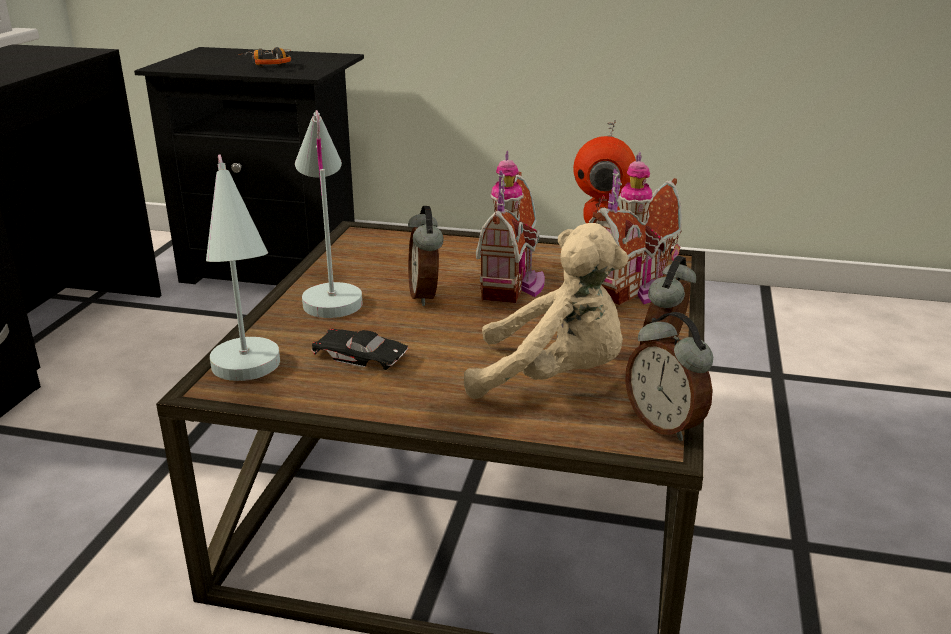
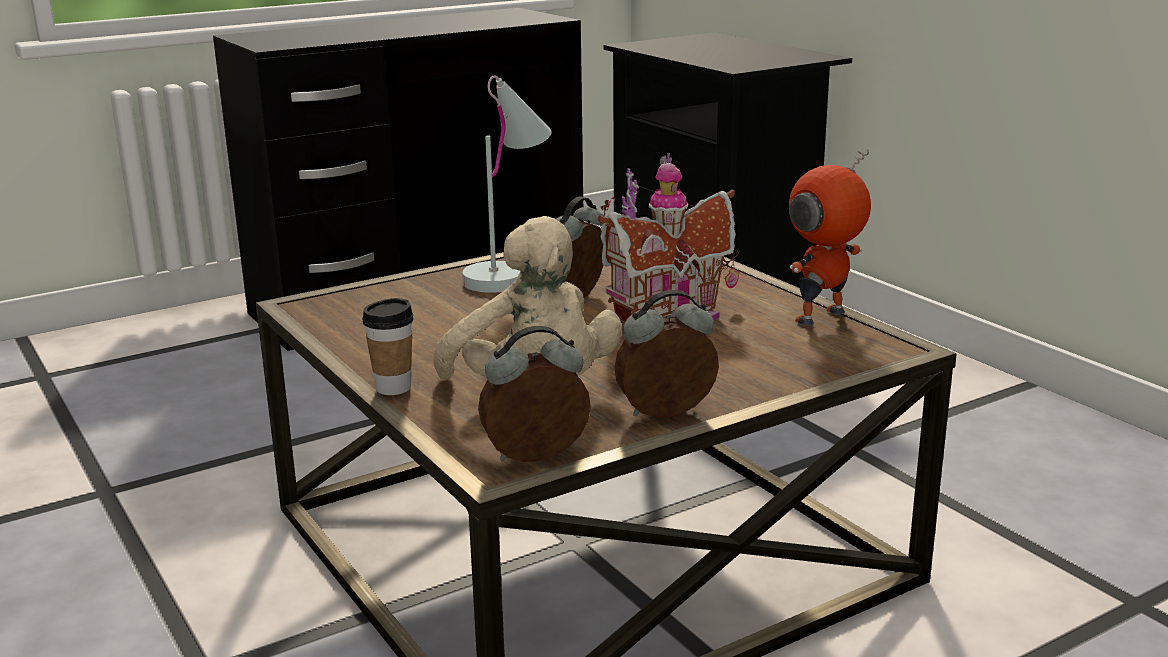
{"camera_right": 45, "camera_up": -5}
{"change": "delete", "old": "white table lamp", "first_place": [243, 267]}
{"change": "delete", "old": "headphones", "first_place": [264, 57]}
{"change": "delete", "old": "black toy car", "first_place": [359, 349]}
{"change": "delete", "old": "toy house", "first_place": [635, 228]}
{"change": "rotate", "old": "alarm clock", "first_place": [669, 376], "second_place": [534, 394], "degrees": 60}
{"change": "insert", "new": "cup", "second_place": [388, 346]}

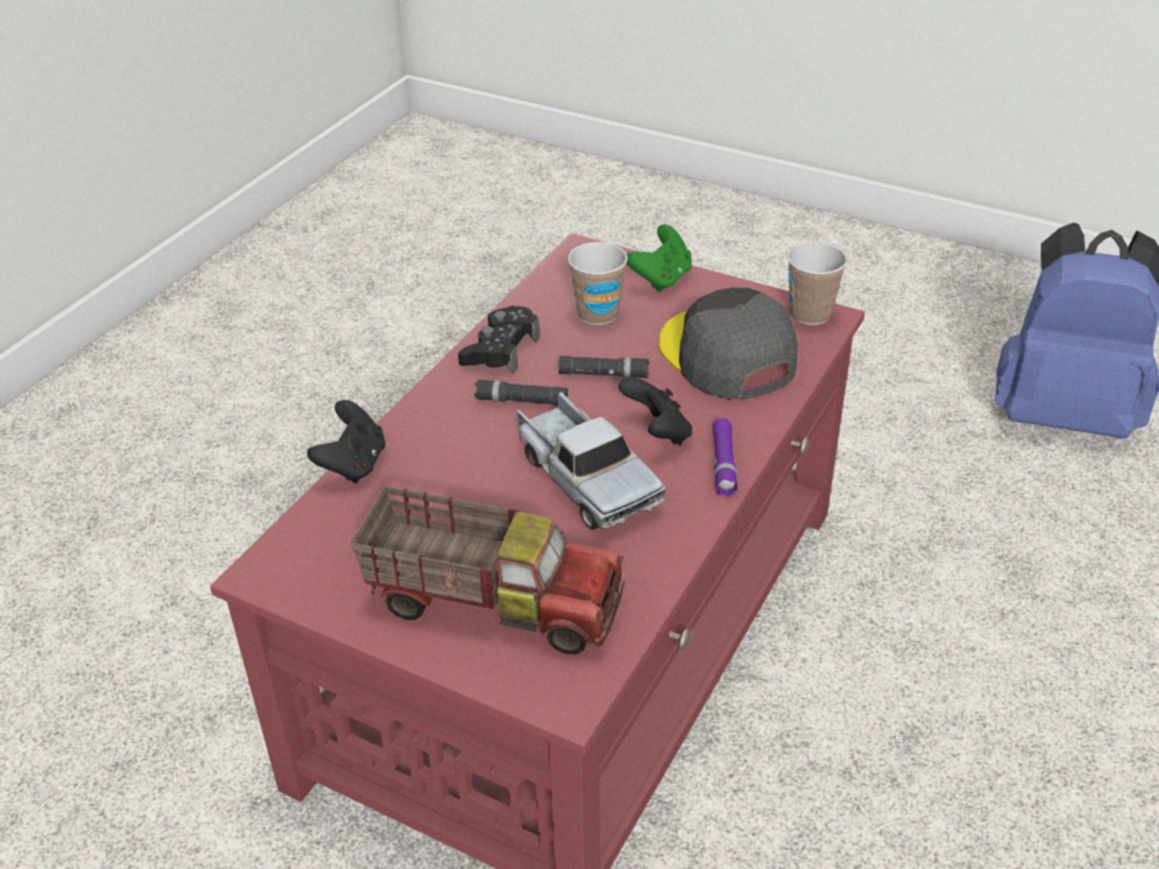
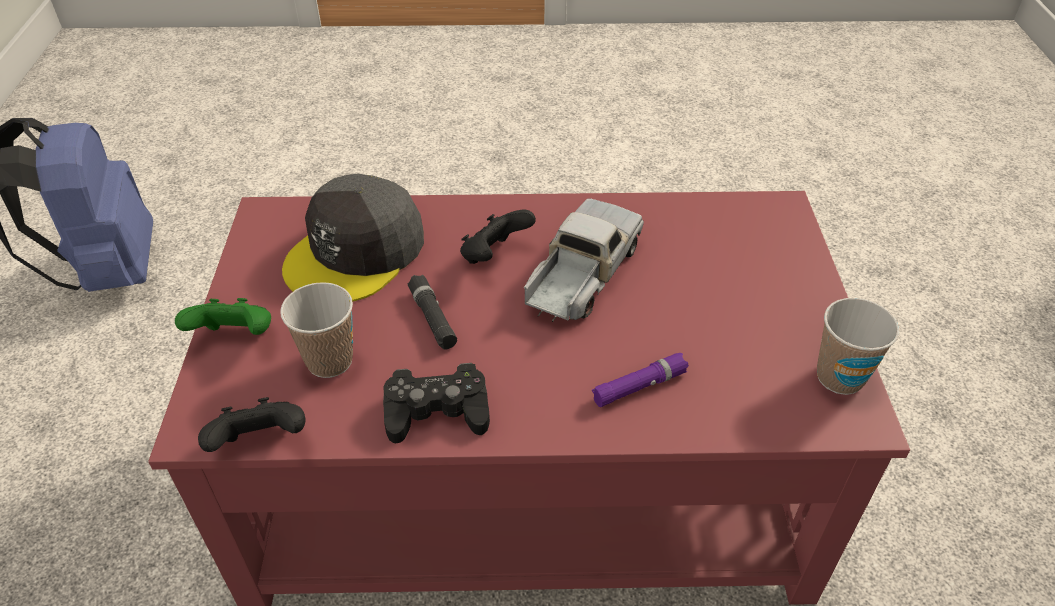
{"camera_right": -120, "camera_up": 5}
{"change": "move", "old": "black game controller", "first_place": [346, 441], "second_place": [252, 424]}
{"change": "delete", "old": "toy truck", "first_place": [487, 570]}
{"change": "delete", "old": "black flashlight", "first_place": [521, 392]}
{"change": "move", "old": "purple flashlight", "first_place": [725, 457], "second_place": [640, 380]}
{"change": "move", "old": "cup", "first_place": [817, 283], "second_place": [858, 346]}

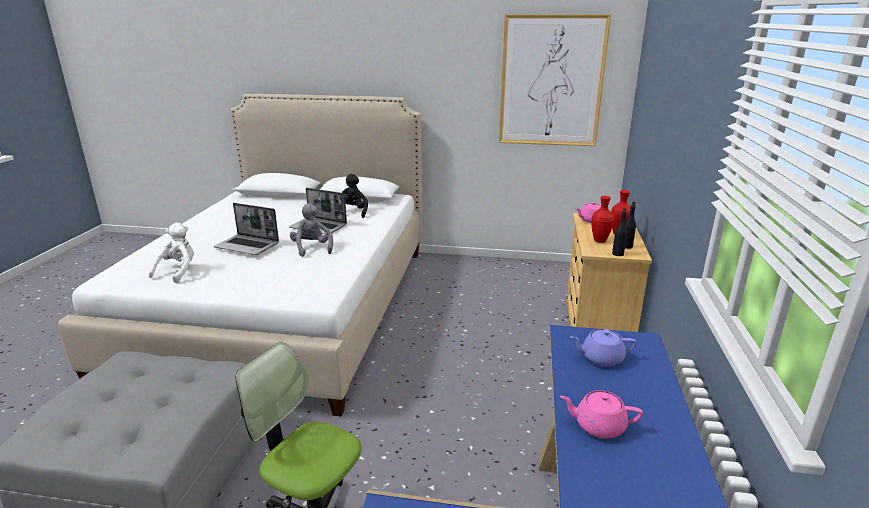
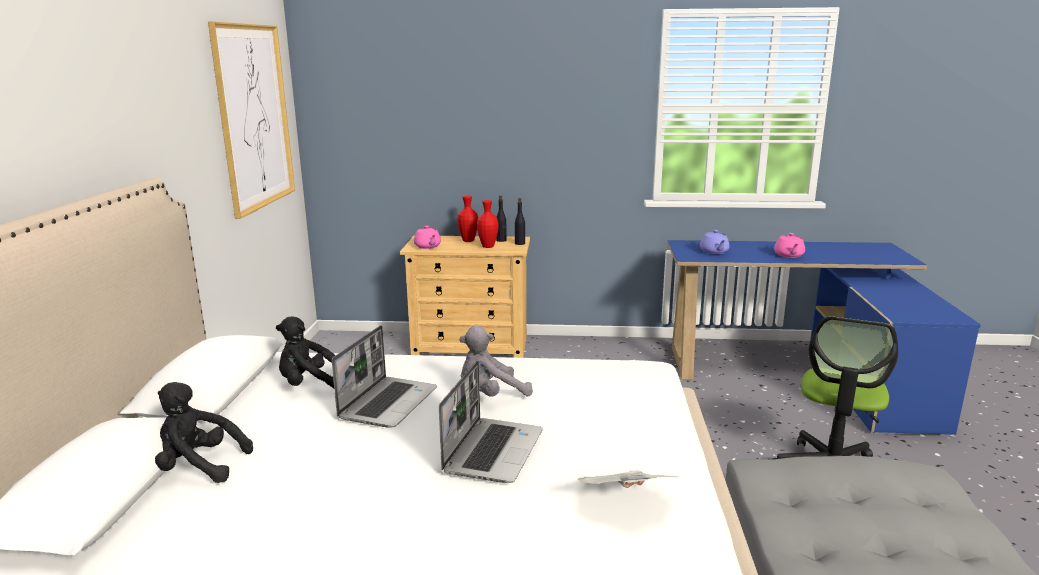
{"camera_right": -95, "camera_up": -5}
{"change": "replace", "old": "white plush toy", "new": "newspaper", "first_place": [171, 253], "second_place": [627, 479]}
{"change": "insert", "new": "black plush toy", "second_place": [204, 432]}

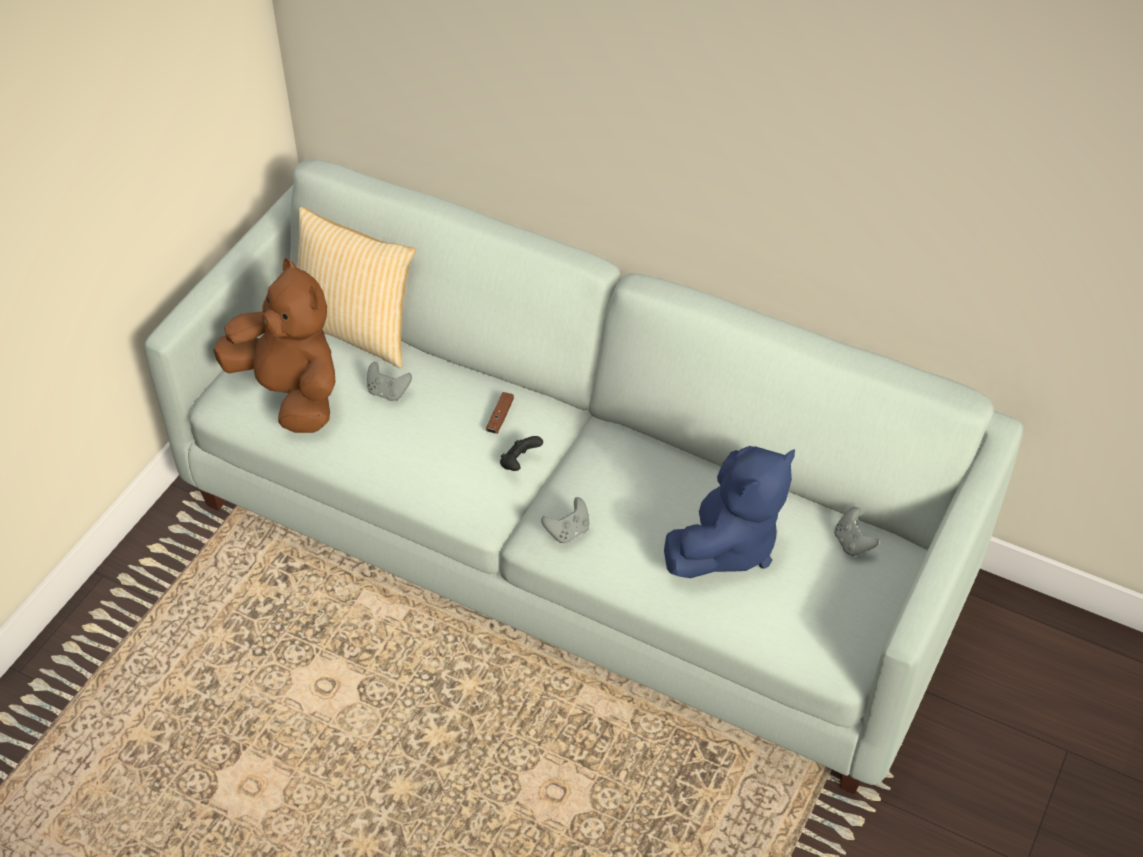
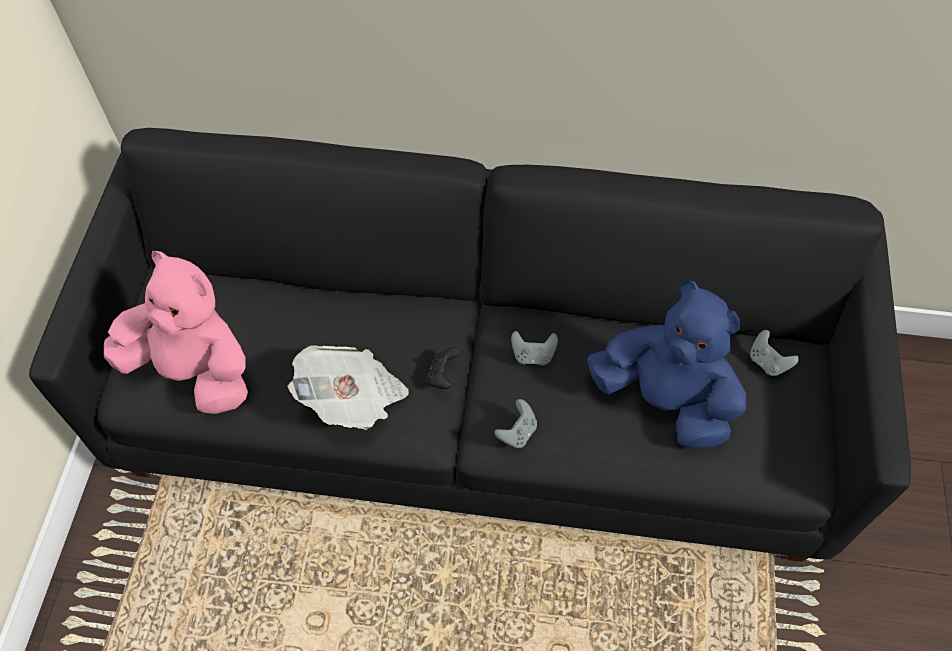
{"camera_right": -20, "camera_up": 10}
{"change": "recolor", "old": "white sofa", "new": "black sofa", "first_place": [583, 477], "second_place": [470, 345]}
{"change": "recolor", "old": "brown plush toy", "new": "pink plush toy", "first_place": [274, 346], "second_place": [176, 332]}
{"change": "delete", "old": "pillow", "first_place": [356, 287]}
{"change": "move", "old": "grey game controller", "first_place": [389, 381], "second_place": [534, 348]}
{"change": "delete", "old": "brown game controller", "first_place": [500, 413]}
{"change": "rotate", "old": "blue plush toy", "first_place": [729, 512], "second_place": [666, 364], "degrees": -75}
{"change": "insert", "new": "newspaper", "second_place": [348, 387]}

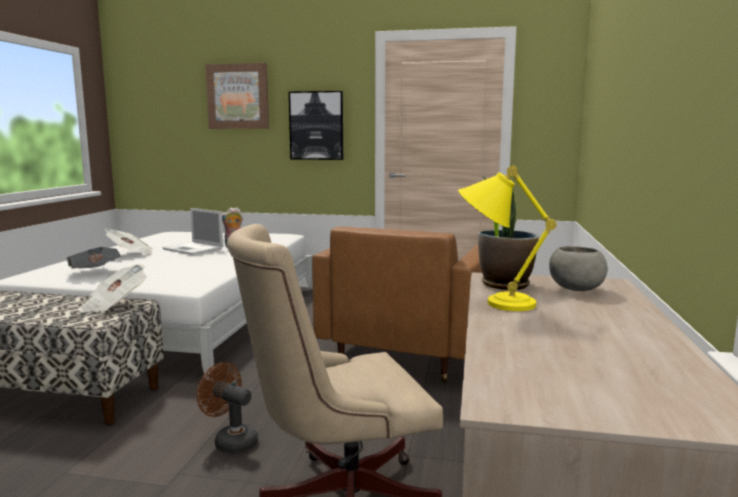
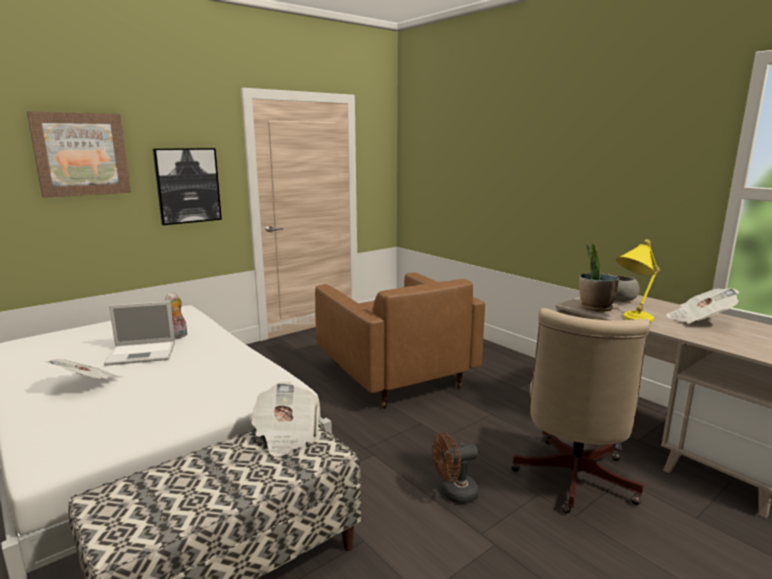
{"camera_right": -50, "camera_up": 5}
{"change": "move", "old": "newspaper", "first_place": [93, 258], "second_place": [703, 305]}

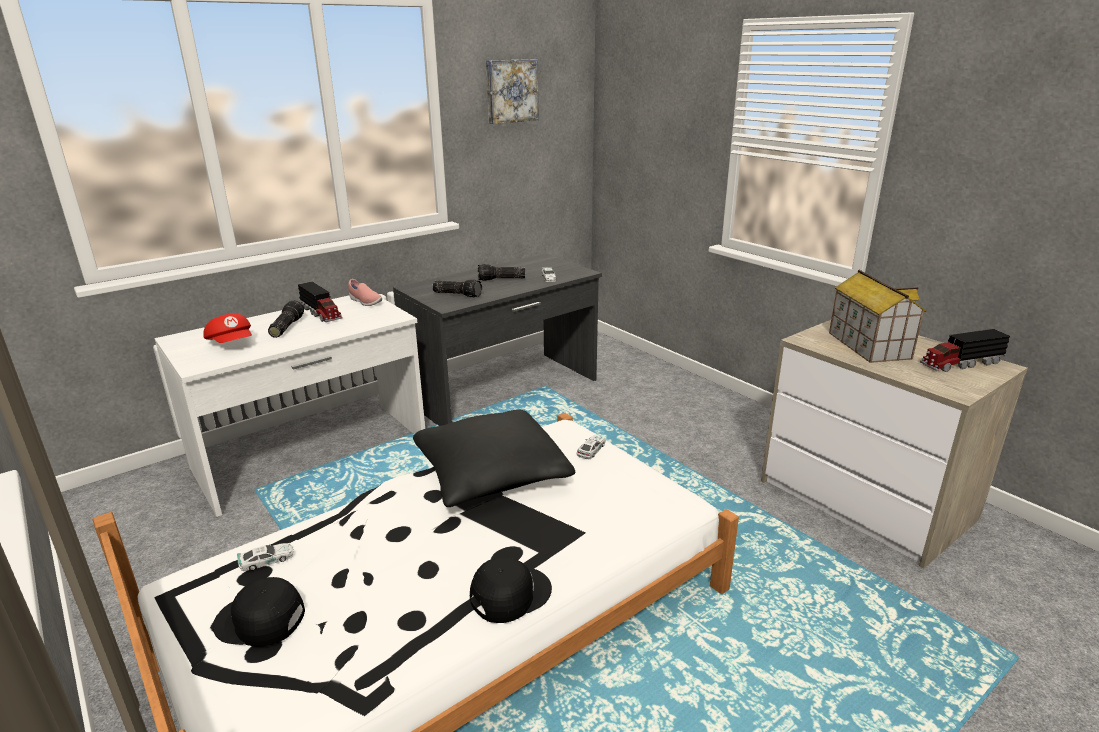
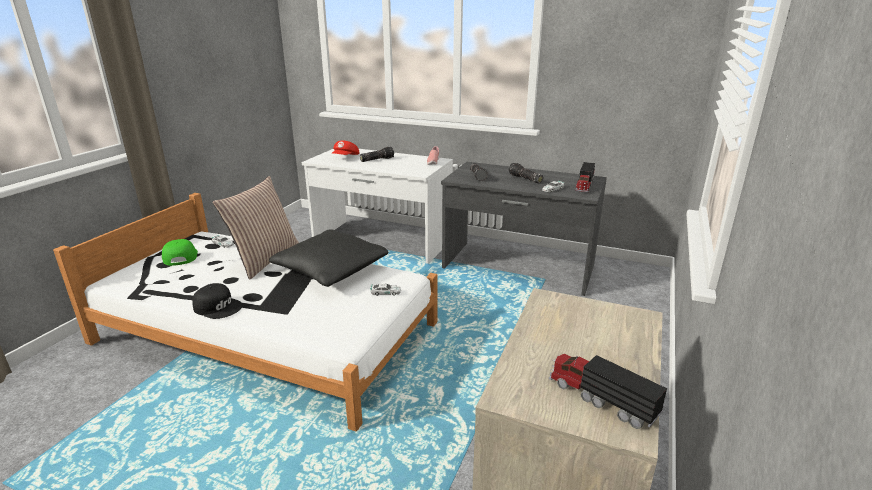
{"camera_right": 60, "camera_up": 0}
{"change": "recolor", "old": "black cap", "new": "green cap", "first_place": [259, 612], "second_place": [180, 252]}
{"change": "move", "old": "toy truck", "first_place": [320, 302], "second_place": [585, 177]}
{"change": "delete", "old": "picture", "first_place": [512, 91]}
{"change": "delete", "old": "toy house", "first_place": [877, 316]}
{"change": "insert", "new": "pillow", "second_place": [255, 228]}

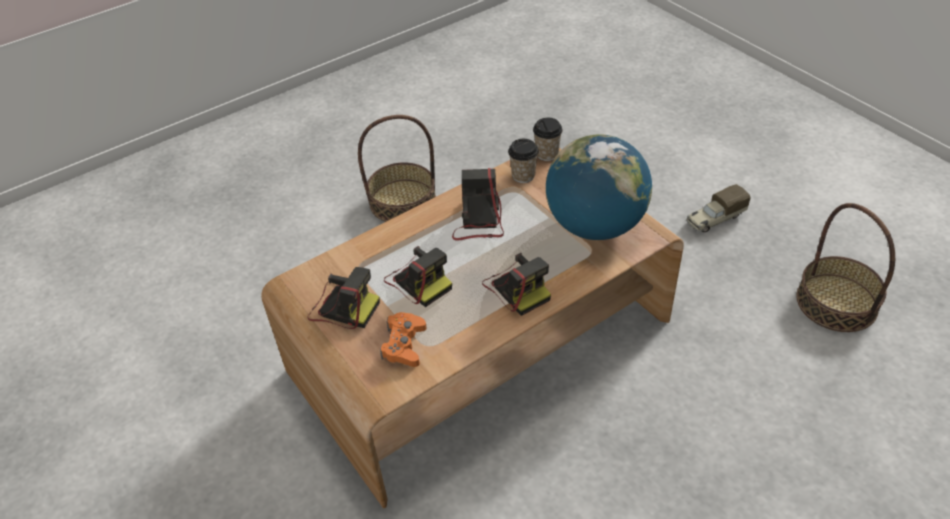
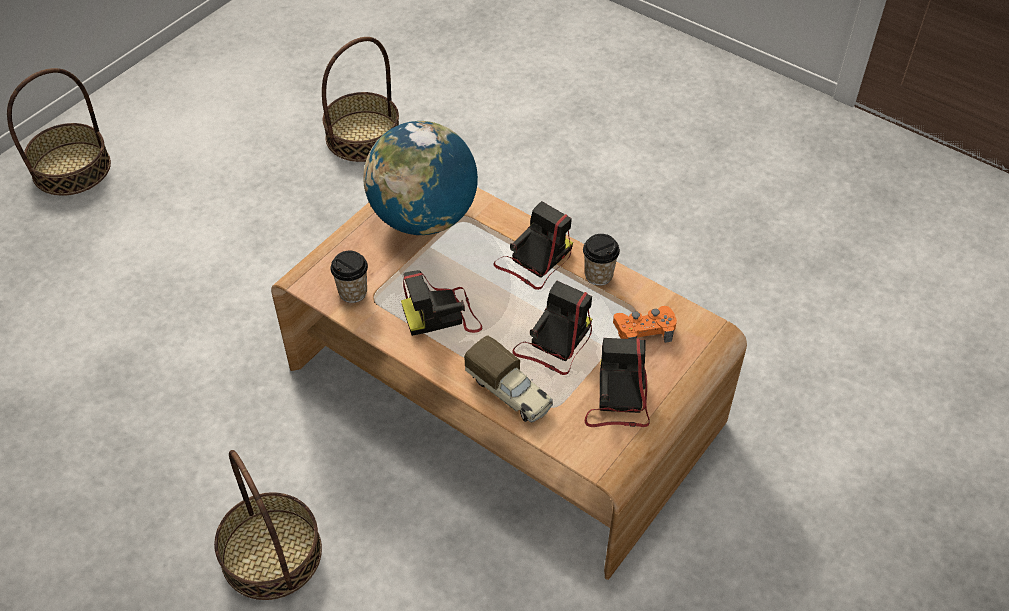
{"camera_right": -110, "camera_up": 5}
{"change": "move", "old": "cup", "first_place": [548, 139], "second_place": [601, 260]}
{"change": "move", "old": "toy truck", "first_place": [718, 208], "second_place": [508, 378]}
{"change": "insert", "new": "basket", "second_place": [59, 132]}

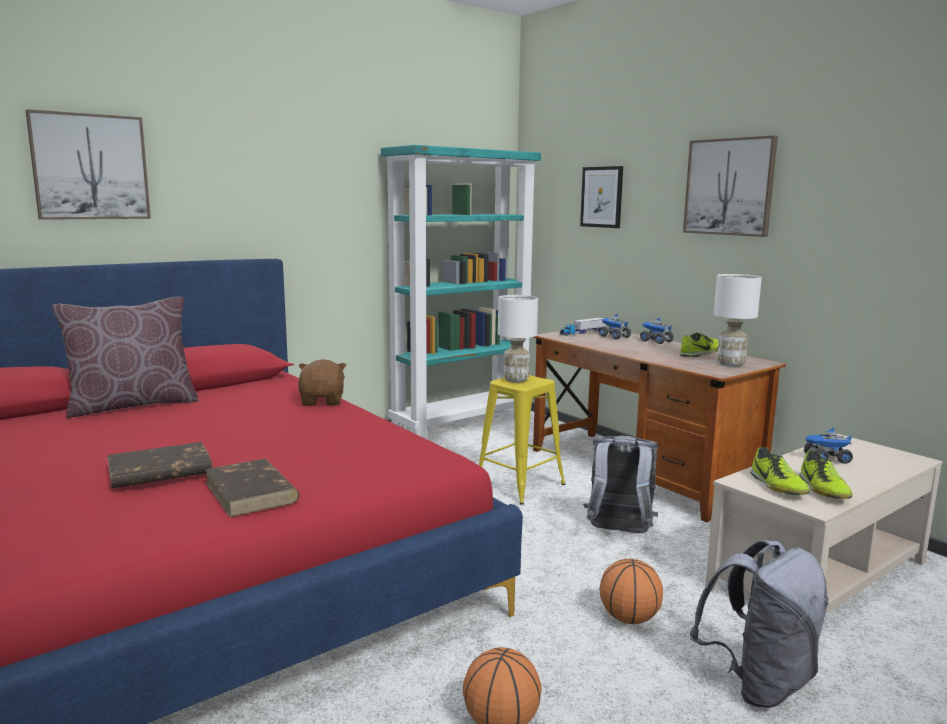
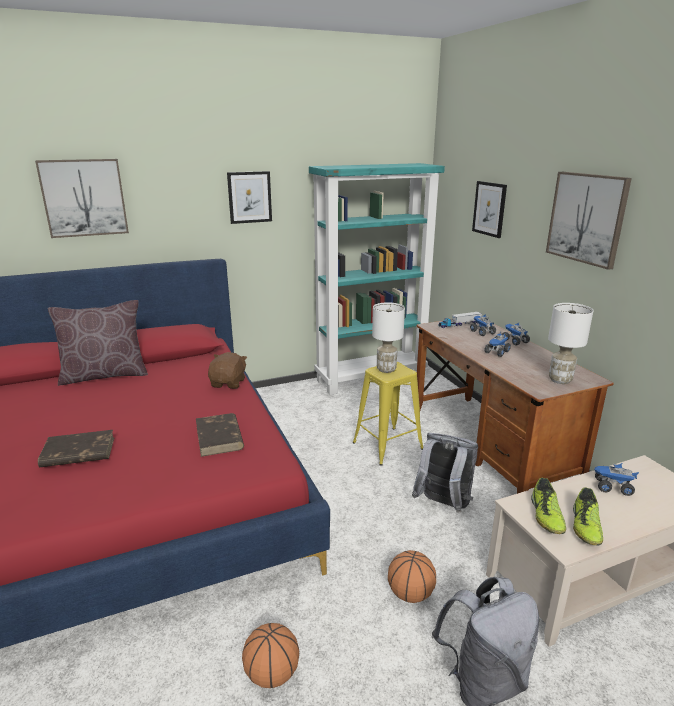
{"camera_right": 15, "camera_up": 10}
{"change": "move", "old": "brown book", "first_place": [252, 488], "second_place": [220, 435]}
{"change": "delete", "old": "shoe", "first_place": [699, 344]}
{"change": "insert", "new": "picture", "second_place": [249, 197]}
{"change": "insert", "new": "toy truck", "second_place": [497, 344]}

